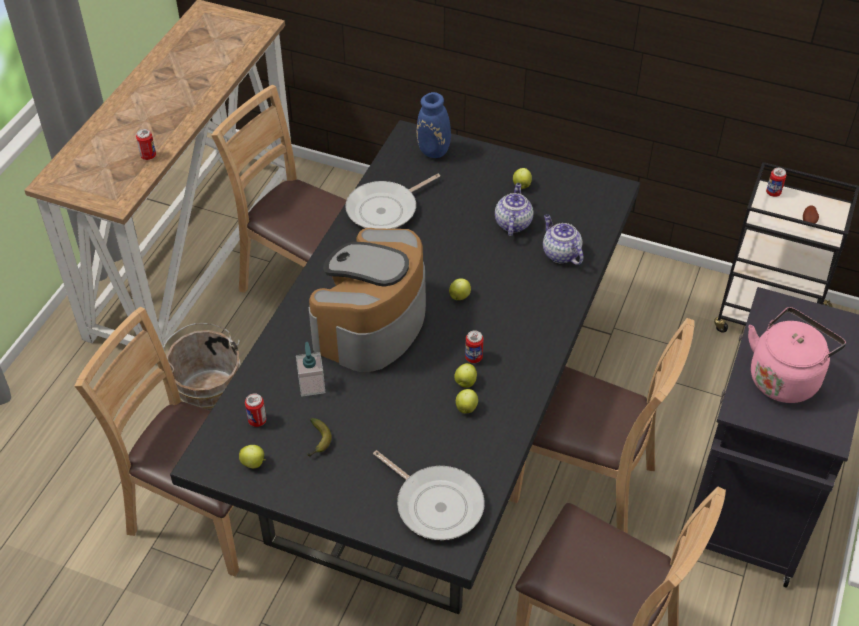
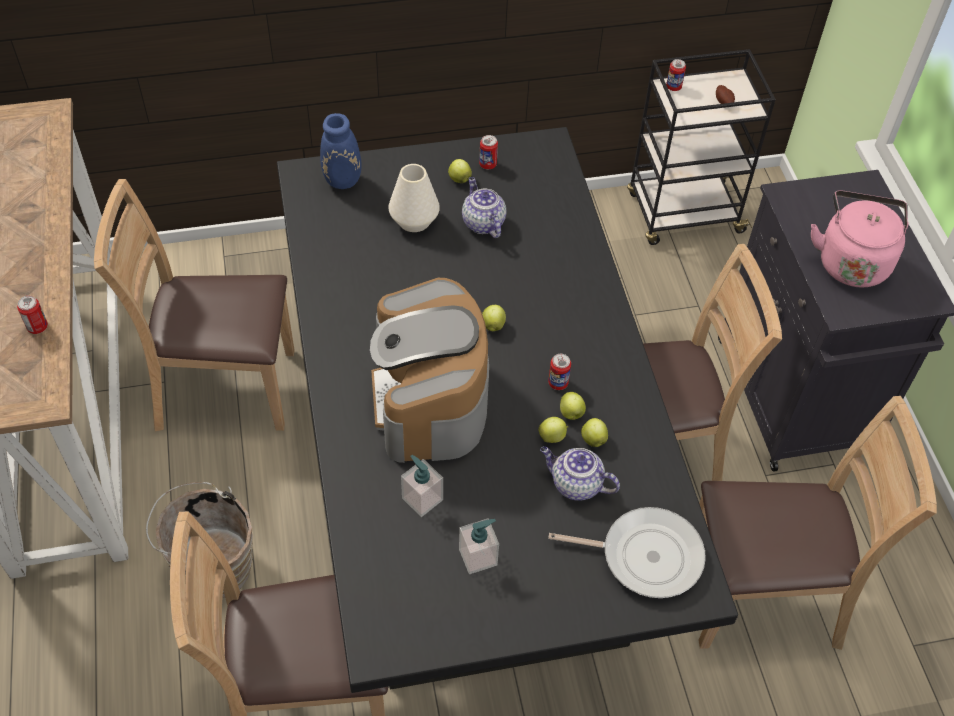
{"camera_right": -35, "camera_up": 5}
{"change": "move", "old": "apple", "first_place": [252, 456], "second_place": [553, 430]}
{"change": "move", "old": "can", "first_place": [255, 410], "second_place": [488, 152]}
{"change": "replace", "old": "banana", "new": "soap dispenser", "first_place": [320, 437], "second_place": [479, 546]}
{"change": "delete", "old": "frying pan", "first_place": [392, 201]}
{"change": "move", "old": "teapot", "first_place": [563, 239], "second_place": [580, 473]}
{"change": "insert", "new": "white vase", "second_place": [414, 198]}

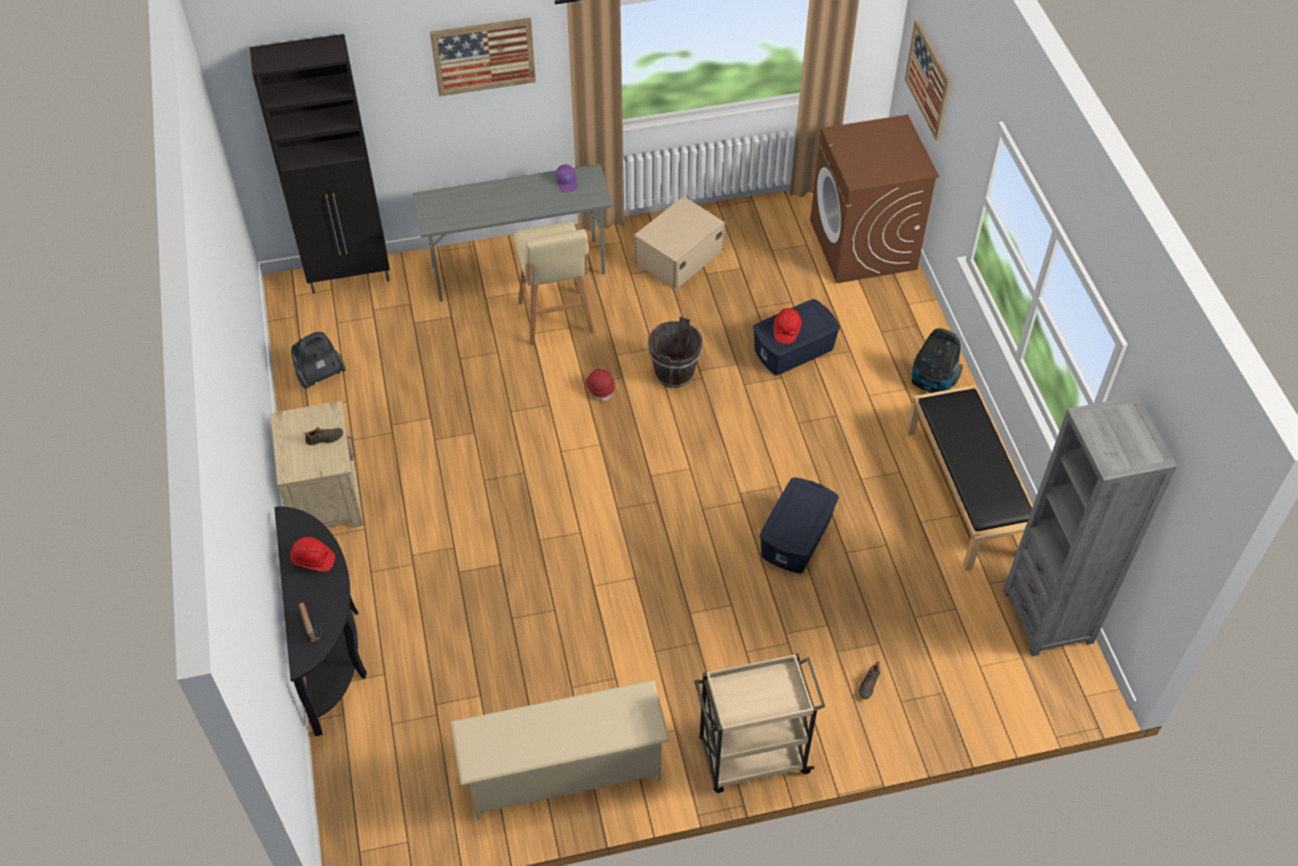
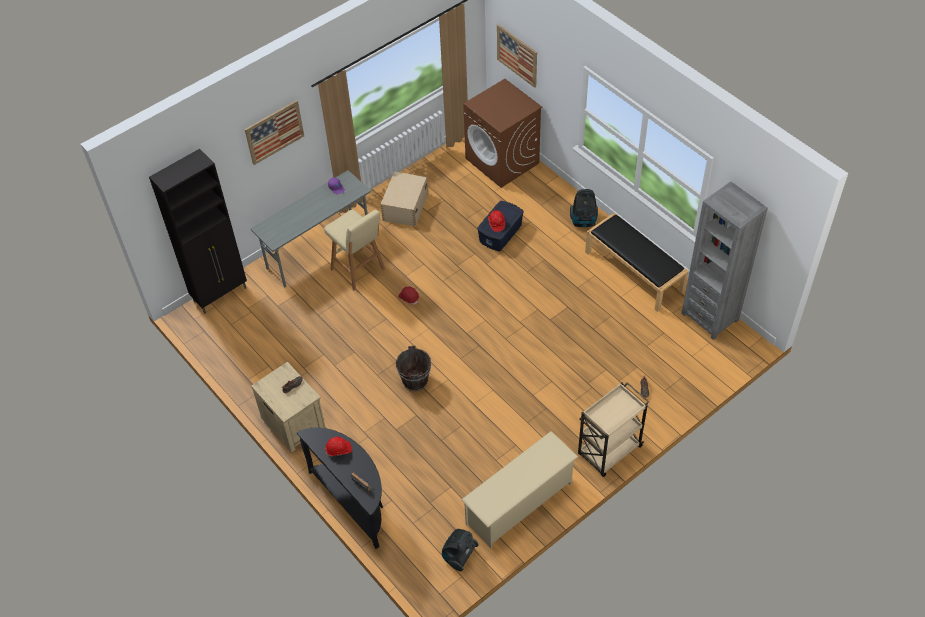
{"camera_right": -25, "camera_up": 0}
{"change": "move", "old": "vacuum cleaner", "first_place": [318, 360], "second_place": [460, 550]}
{"change": "move", "old": "brown bucket", "first_place": [675, 352], "second_place": [413, 368]}
{"change": "delete", "old": "blue storage box", "first_place": [799, 525]}

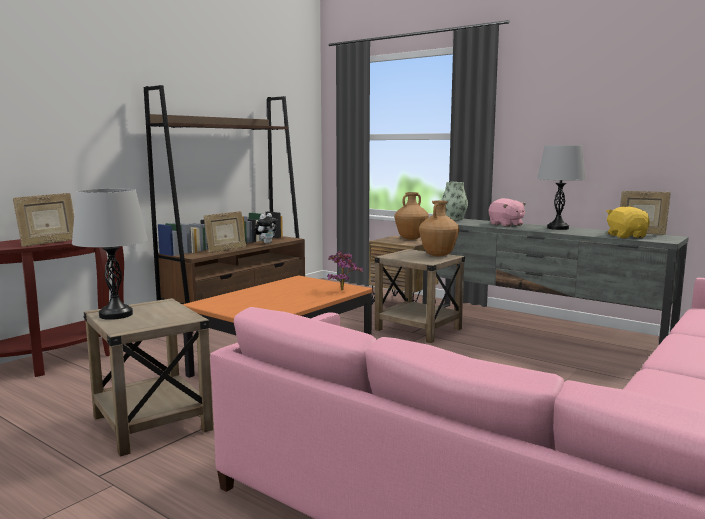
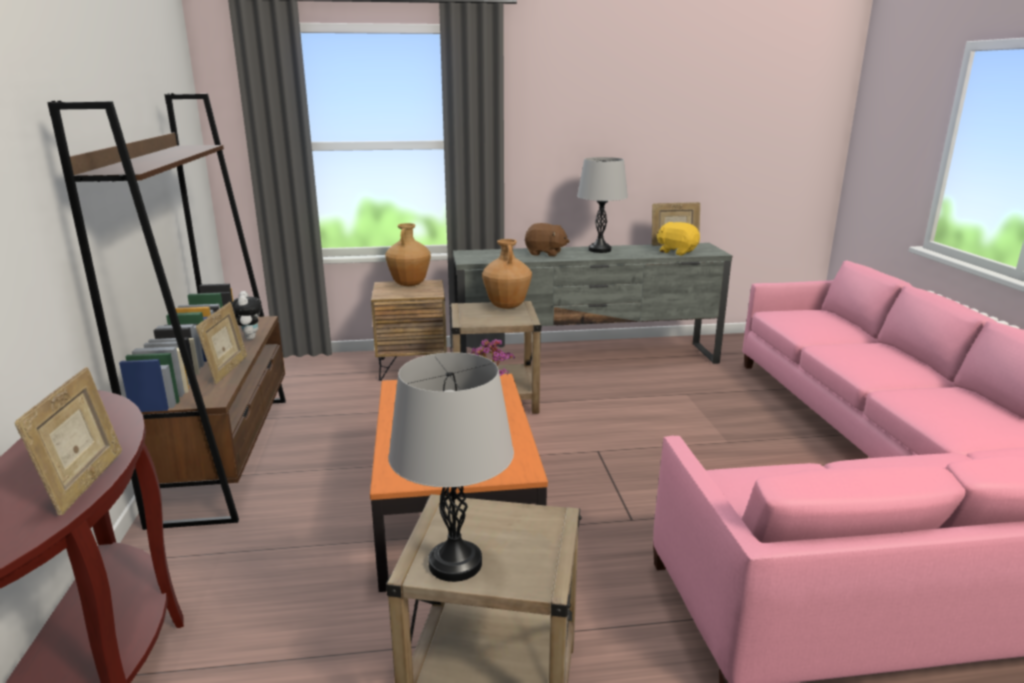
{"camera_right": -45, "camera_up": 10}
{"change": "delete", "old": "vase", "first_place": [454, 201]}
{"change": "recolor", "old": "pink plush toy", "new": "brown plush toy", "first_place": [507, 212], "second_place": [547, 240]}

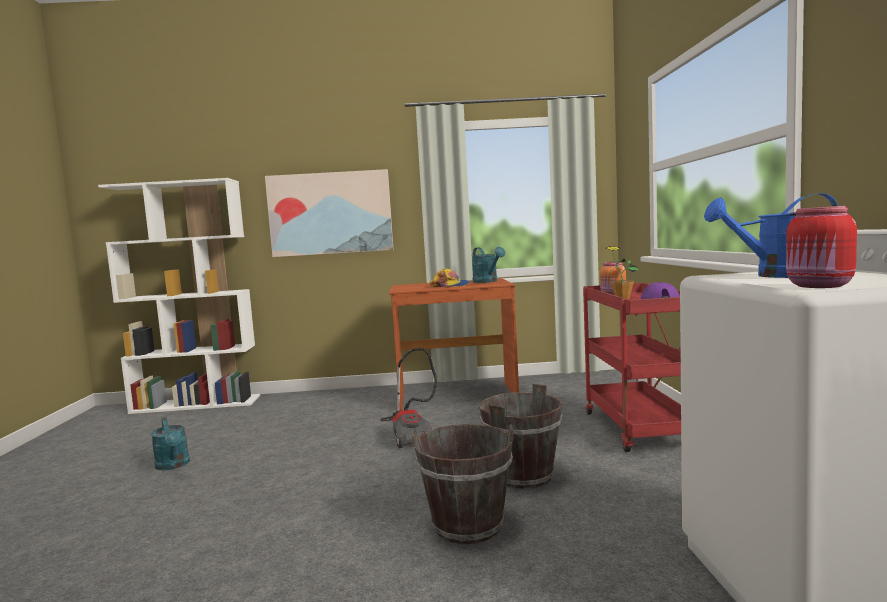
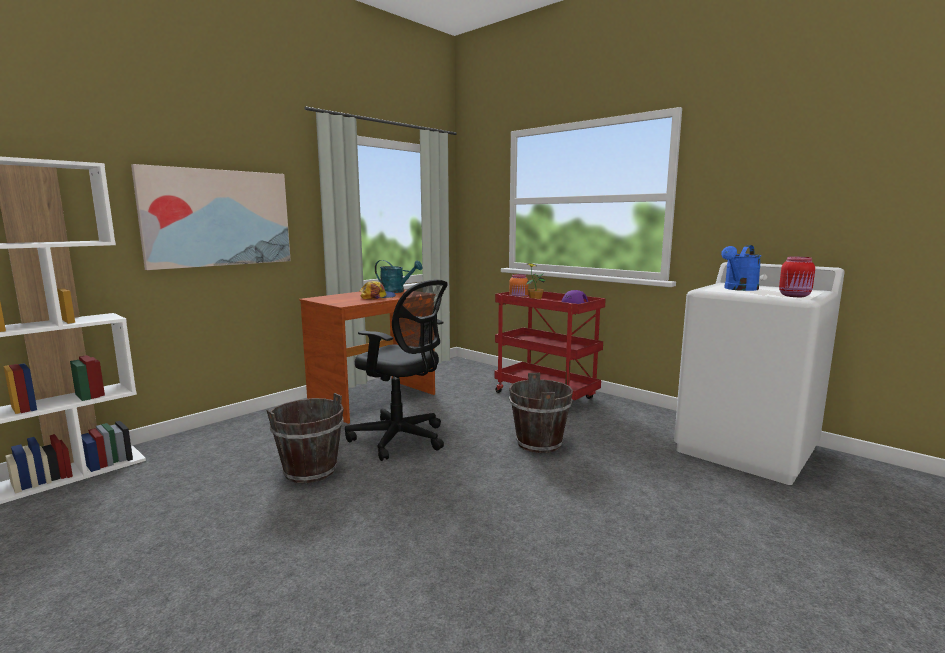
{"camera_right": -45, "camera_up": 5}
{"change": "delete", "old": "turquoise watering can", "first_place": [170, 443]}
{"change": "replace", "old": "vacuum cleaner", "new": "black office chair", "first_place": [408, 398], "second_place": [396, 370]}
{"change": "move", "old": "brown bucket", "first_place": [463, 484], "second_place": [305, 438]}

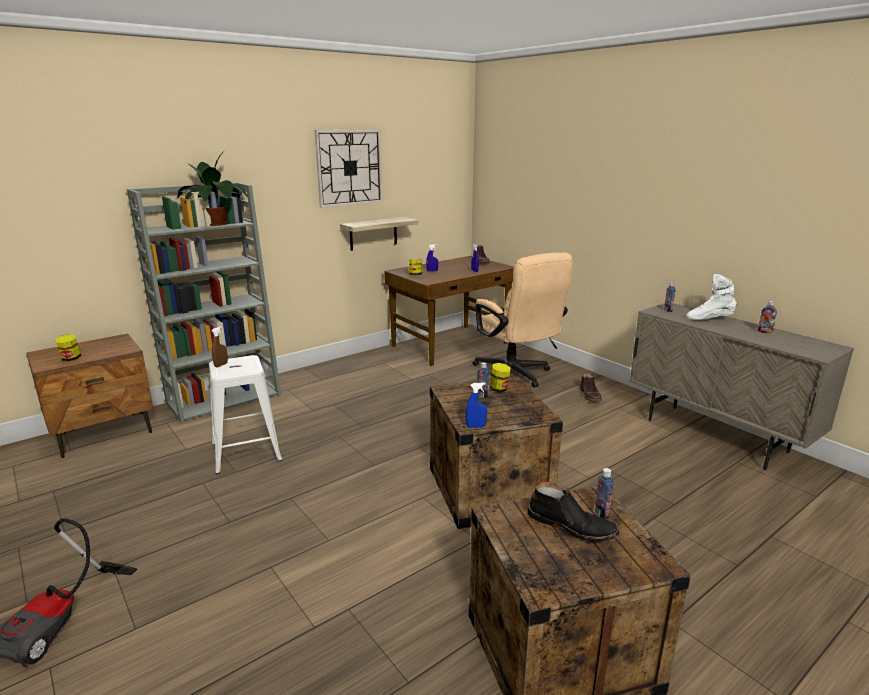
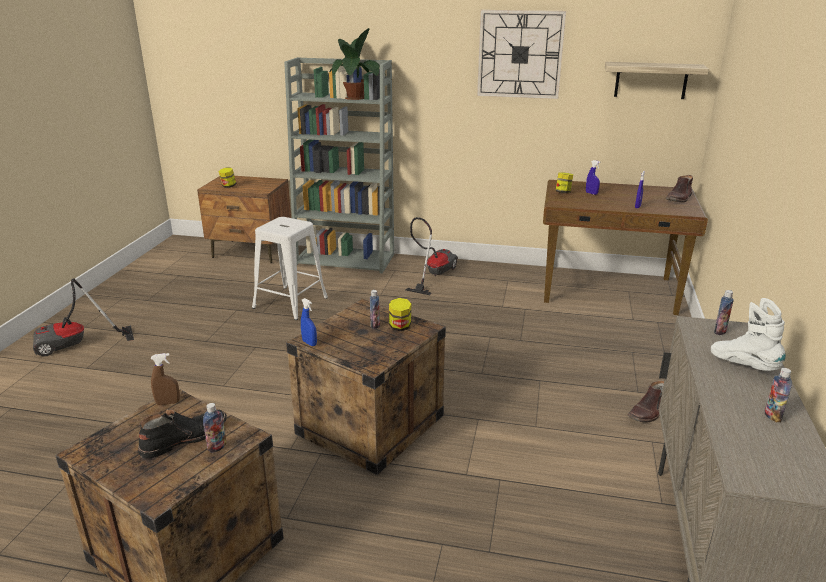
{"camera_right": 50, "camera_up": 5}
{"change": "move", "old": "brown spray bottle", "first_place": [219, 346], "second_place": [165, 379]}
{"change": "move", "old": "shelf", "first_place": [379, 234], "second_place": [657, 80]}
{"change": "delete", "old": "beige office chair", "first_place": [522, 320]}
{"change": "rotate", "old": "black boot", "first_place": [573, 512], "second_place": [182, 433], "degrees": -120}
{"change": "insert", "new": "vacuum cleaner", "second_place": [432, 256]}

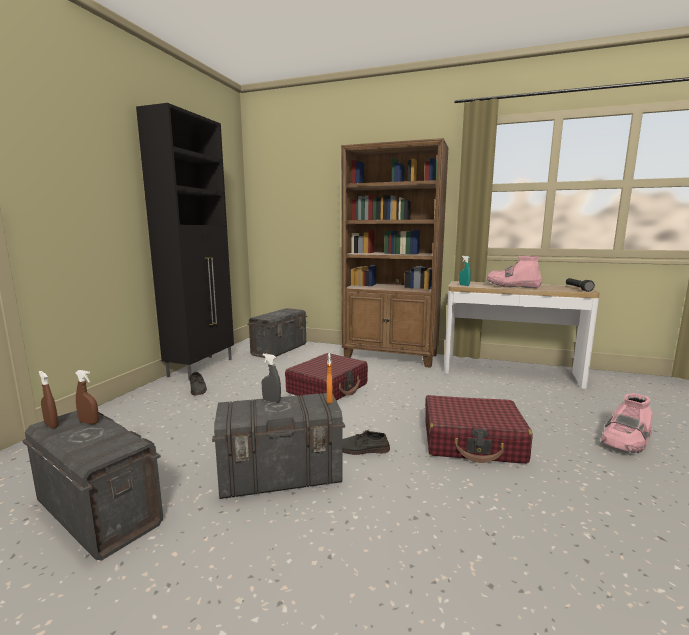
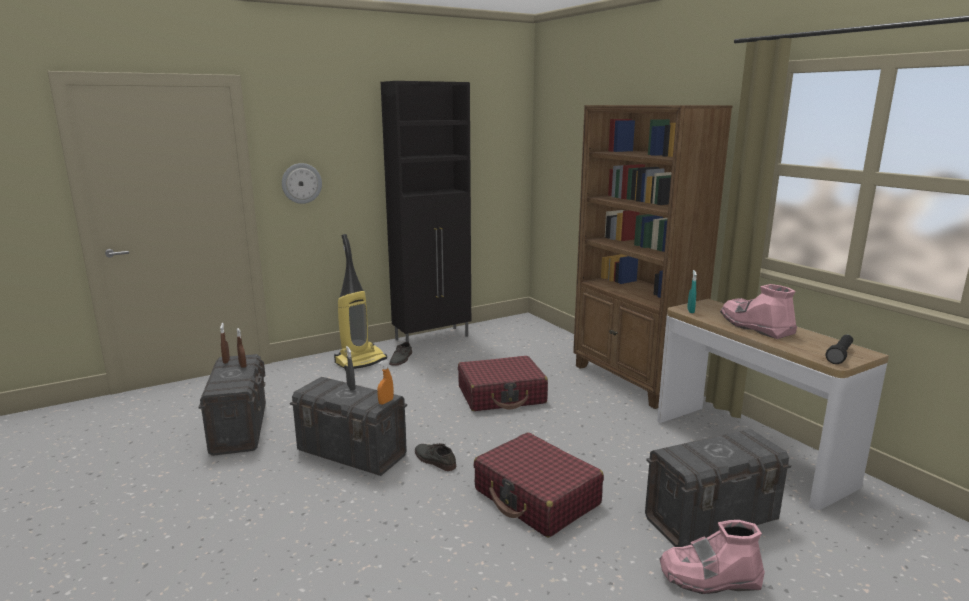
{"camera_right": 40, "camera_up": 5}
{"change": "move", "old": "grey storage box", "first_place": [277, 333], "second_place": [718, 488]}
{"change": "insert", "new": "wall clock", "second_place": [302, 183]}
{"change": "insert", "new": "vacuum cleaner", "second_place": [360, 302]}

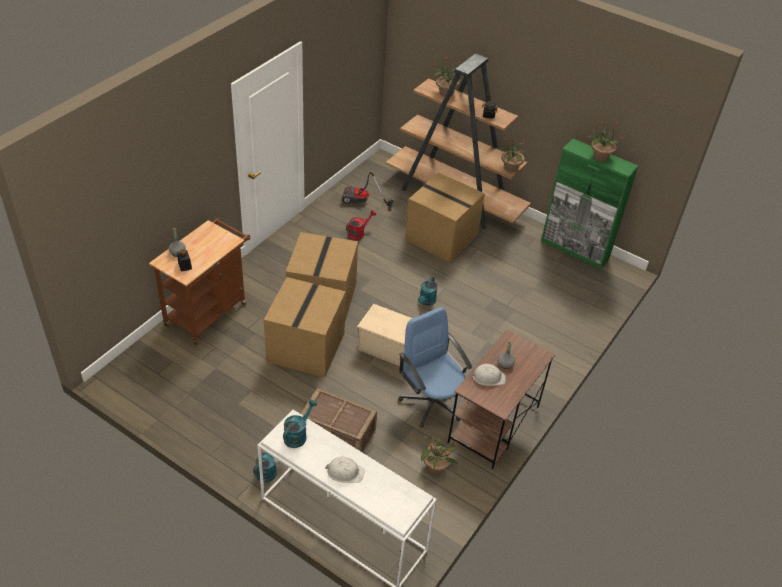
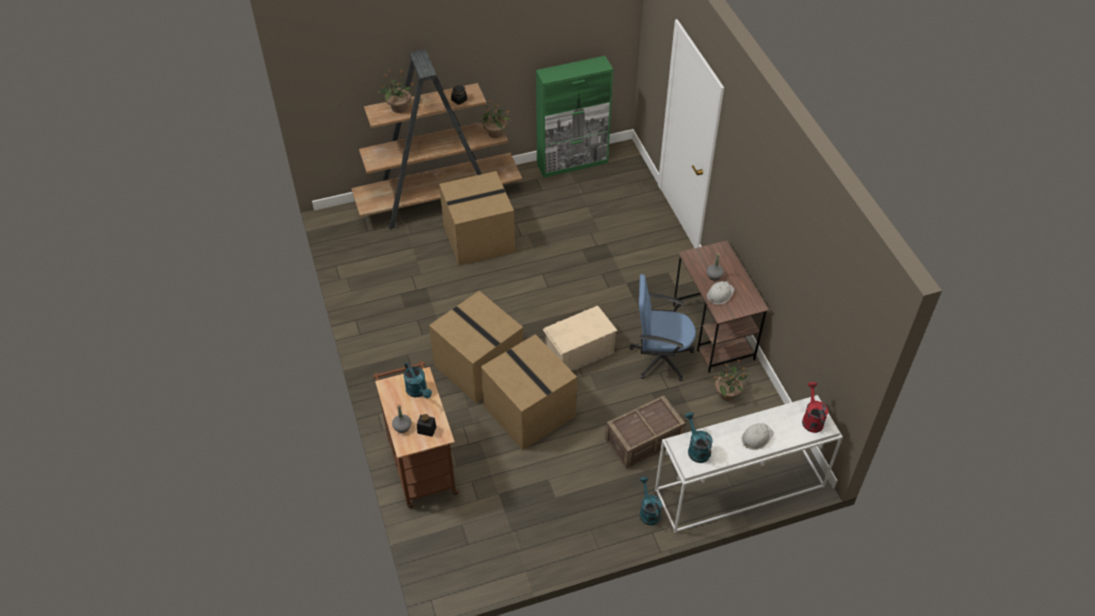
{"camera_right": -50, "camera_up": 5}
{"change": "delete", "old": "vacuum cleaner", "first_place": [368, 191]}
{"change": "move", "old": "red watering can", "first_place": [361, 225], "second_place": [815, 407]}
{"change": "move", "old": "turquoise watering can", "first_place": [427, 290], "second_place": [418, 380]}
{"change": "delete", "old": "potted plant", "first_place": [605, 140]}

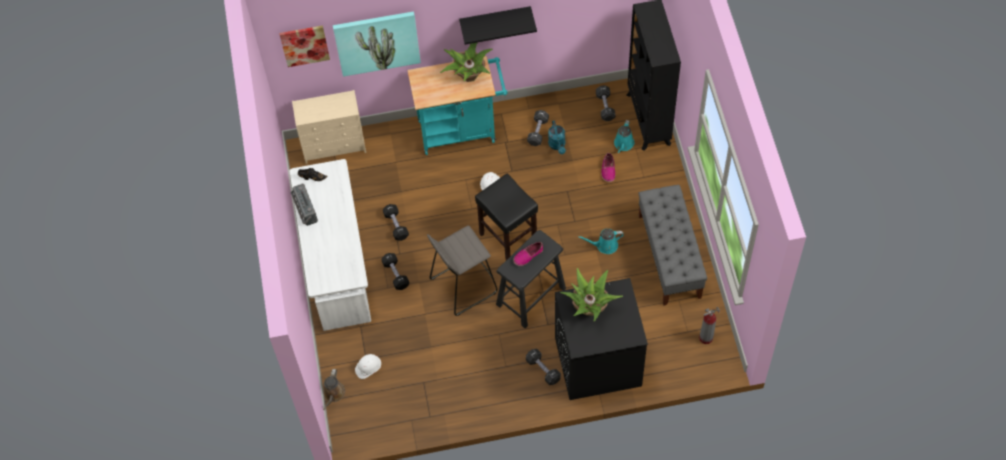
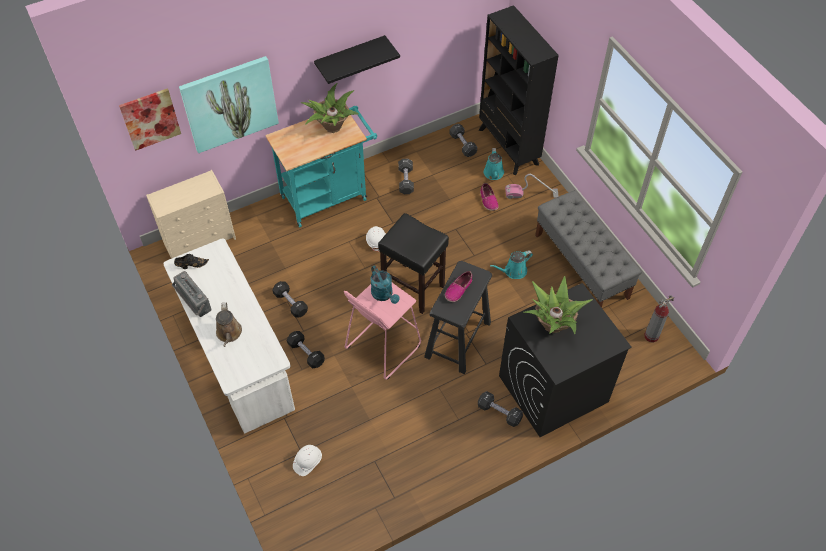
{"camera_right": -20, "camera_up": -5}
{"change": "move", "old": "brown watering can", "first_place": [334, 389], "second_place": [229, 325]}
{"change": "recolor", "old": "grey stool", "new": "pink stool", "first_place": [462, 271], "second_place": [382, 331]}
{"change": "move", "old": "turquoise watering can", "first_place": [557, 137], "second_place": [384, 284]}
{"change": "insert", "new": "vacuum cleaner", "second_place": [532, 186]}

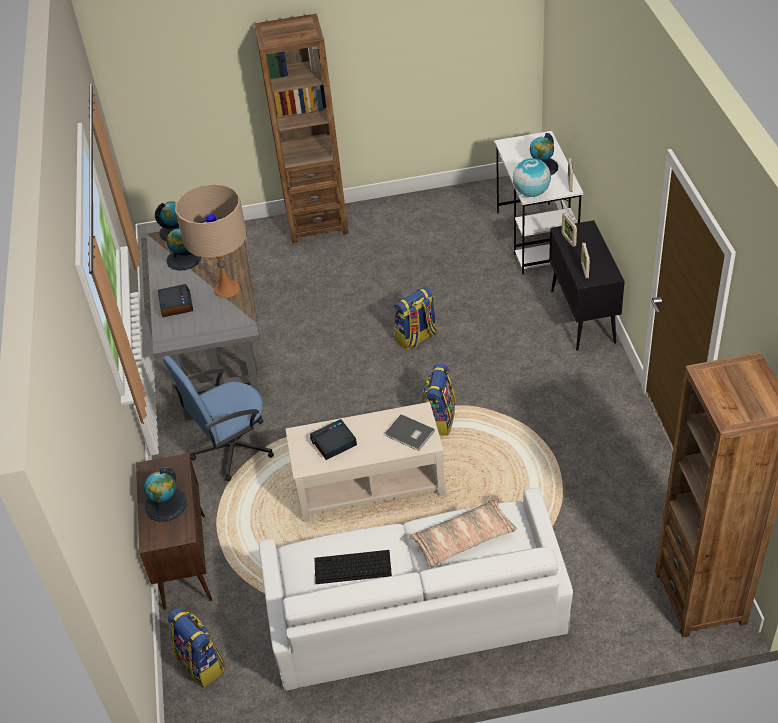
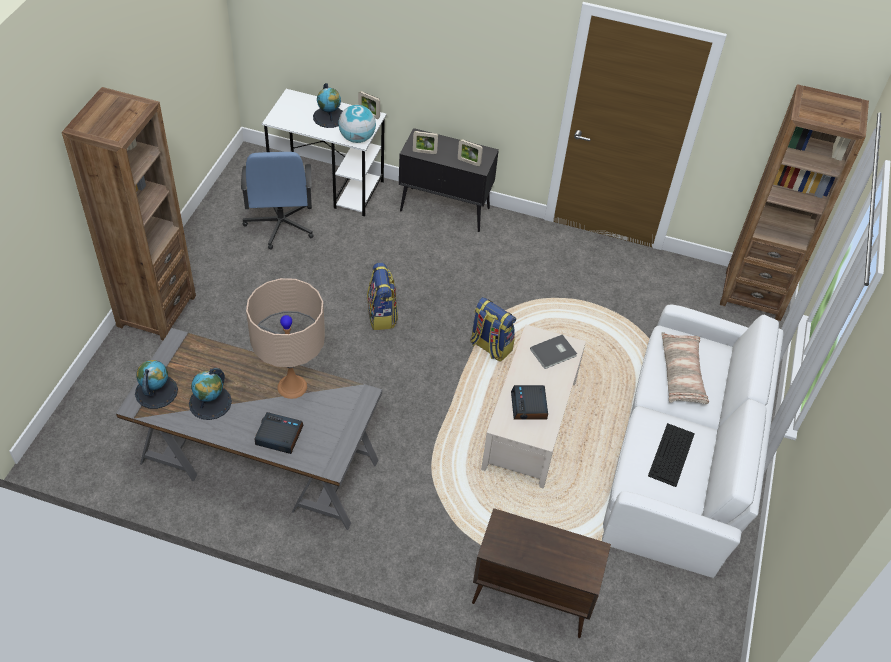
{"camera_right": -70, "camera_up": 5}
{"change": "delete", "old": "globe", "first_place": [165, 494]}
{"change": "move", "old": "blue office chair", "first_place": [218, 418], "second_place": [277, 201]}
{"change": "delete", "old": "backpack", "first_place": [196, 647]}

